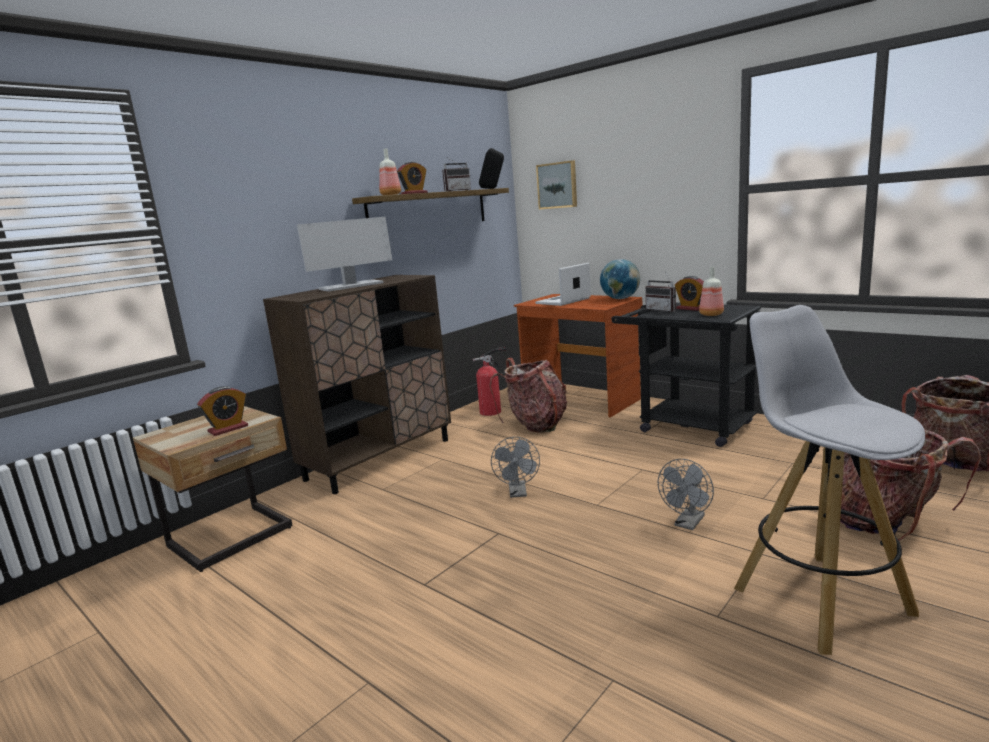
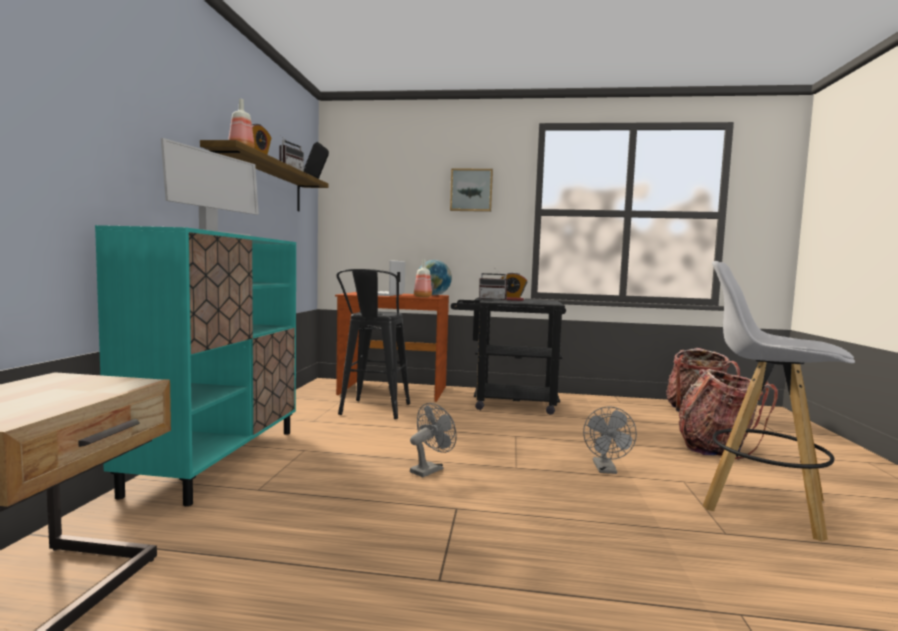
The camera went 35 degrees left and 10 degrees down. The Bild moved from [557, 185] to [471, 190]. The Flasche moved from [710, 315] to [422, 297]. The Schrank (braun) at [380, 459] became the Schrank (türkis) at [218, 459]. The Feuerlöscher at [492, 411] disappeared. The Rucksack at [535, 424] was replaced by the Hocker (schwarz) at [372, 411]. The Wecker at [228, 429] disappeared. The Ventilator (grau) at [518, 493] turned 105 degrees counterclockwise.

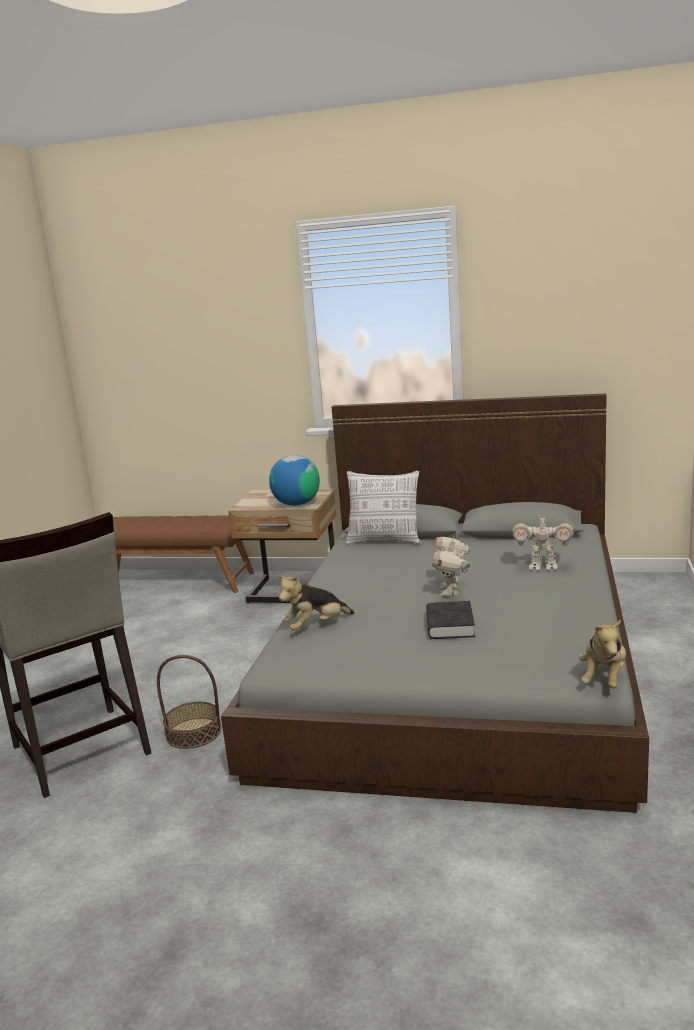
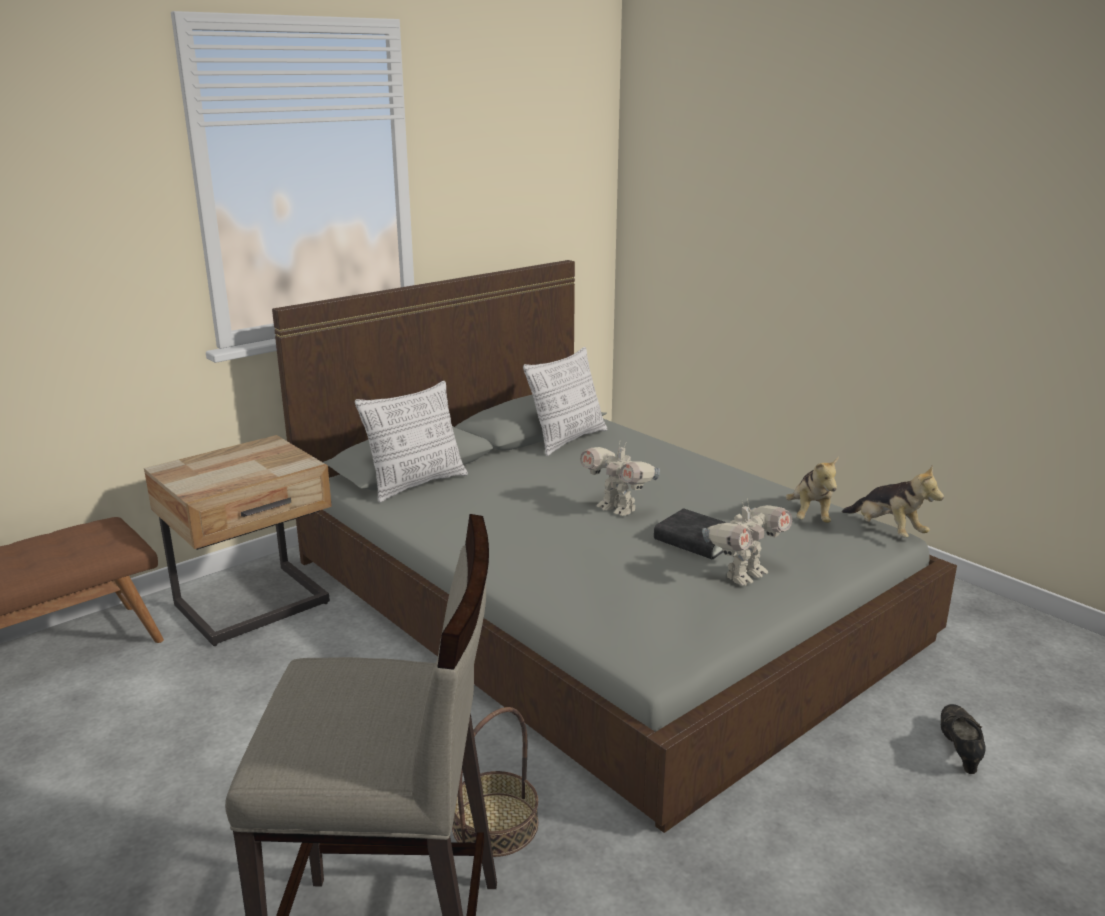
The camera went 55 degrees left and 5 degrees up. The Globus at [296, 504] disappeared. The Spielzeugroboter moved from [543, 567] to [743, 575]. The Plüschtier moved from [316, 626] to [810, 516]. The Kissen at [567, 440] appeared. The Schuh (schwarz) at [959, 749] appeared.

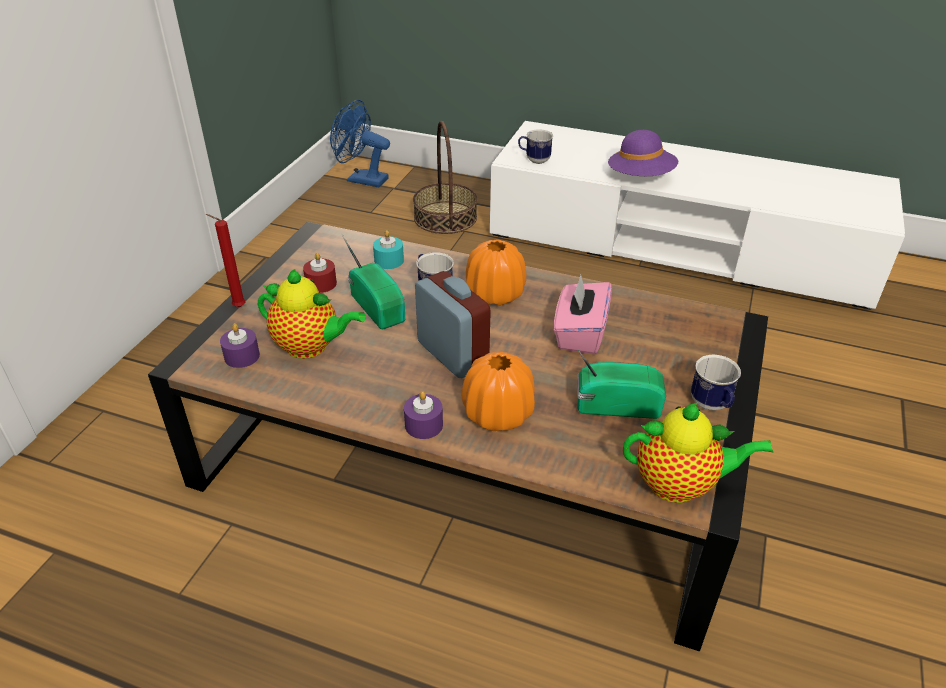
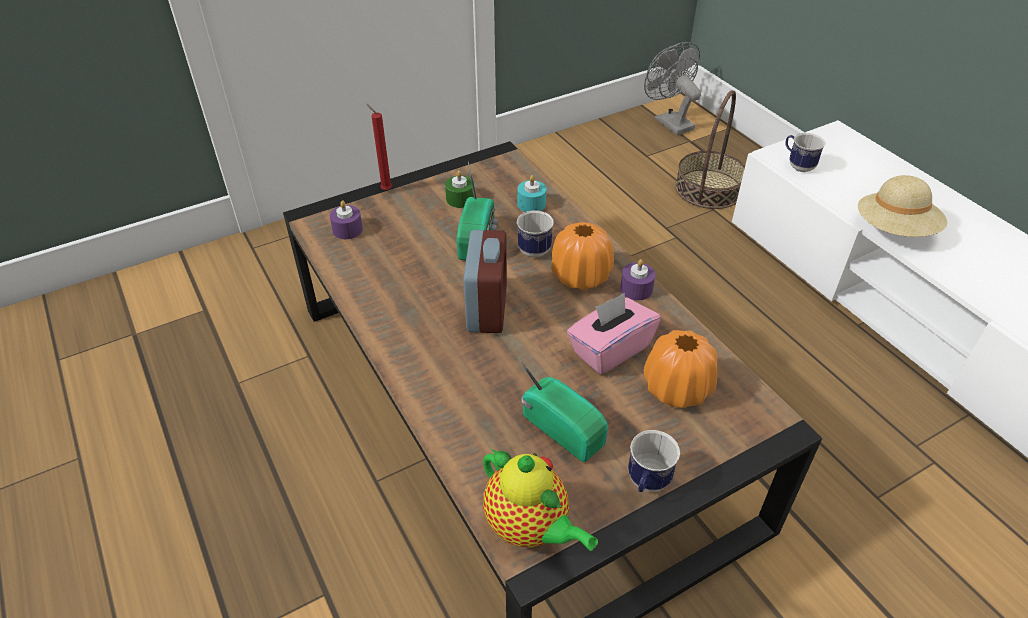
The camera went 40 degrees right and 5 degrees up. The Ventilator (blau) at [361, 179] became the Ventilator (grau) at [669, 121]. The Hut (lila) at [640, 177] became the Hut (beige) at [894, 230]. The Kerze (rot) at [321, 283] became the Kerze (grün) at [460, 199]. The Teekanne at [310, 347] disappeared. The Vase (orange) moved from [498, 414] to [677, 389]. The Kerze (lila) moved from [424, 425] to [636, 289].

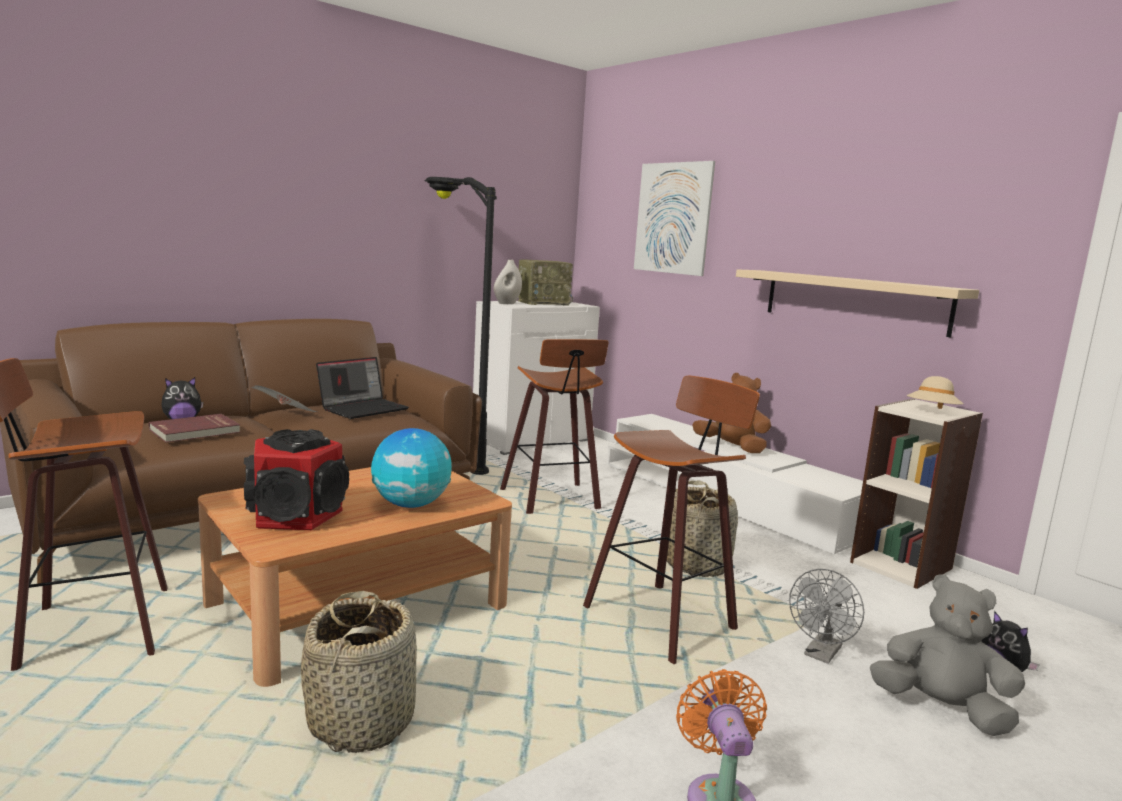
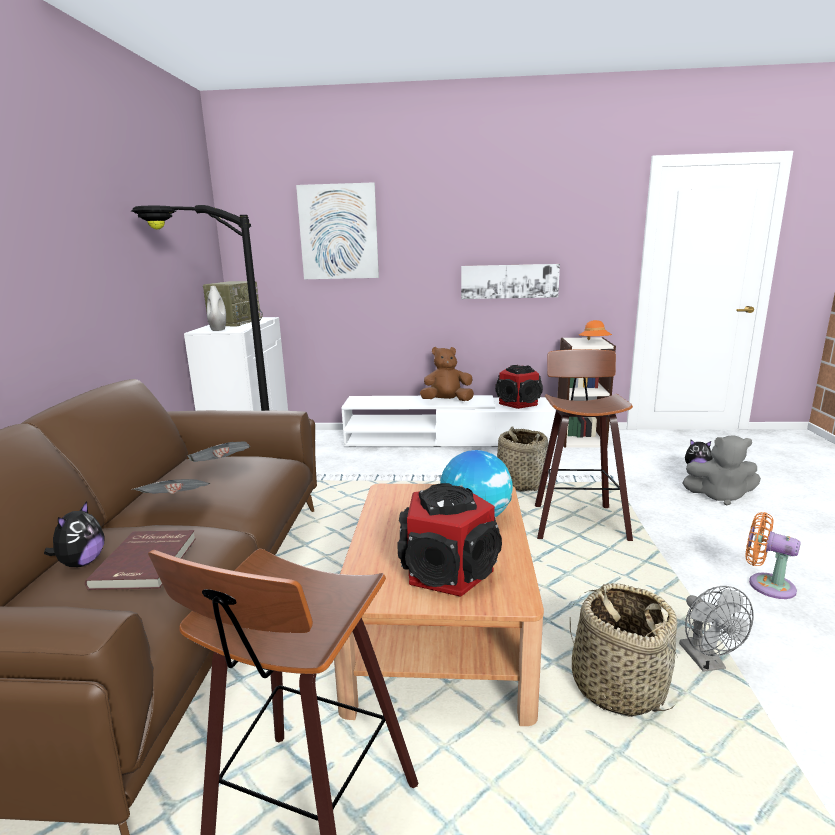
The camera went 45 degrees left and 5 degrees up. The Wandregal (beige) at [854, 301] was replaced by the Bild at [509, 281]. The Hocker at [553, 500] disappeared. The Laptop at [363, 408] was replaced by the Zeitung at [221, 467]. The Hut (beige) at [932, 412] became the Hut (orange) at [594, 342]. The Ventilator (grau) moved from [821, 654] to [706, 662]. The Plüschtier (grau) at [941, 709] turned 150 degrees counterclockwise. The Lautsprecher at [518, 403] appeared.

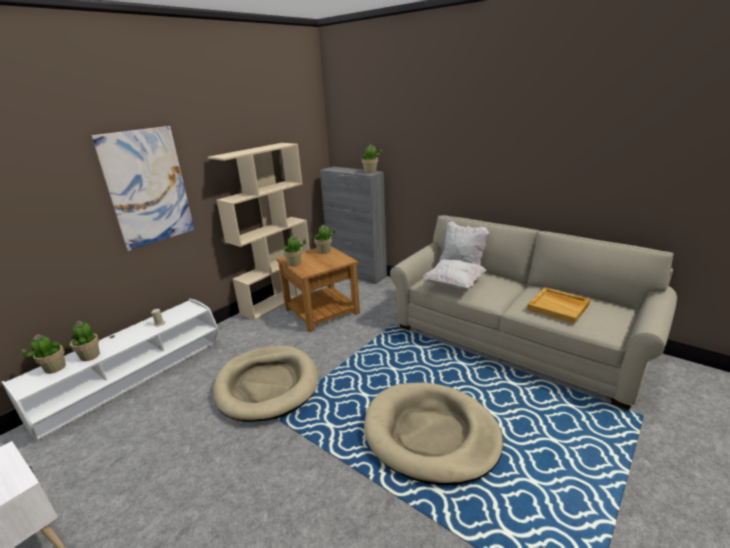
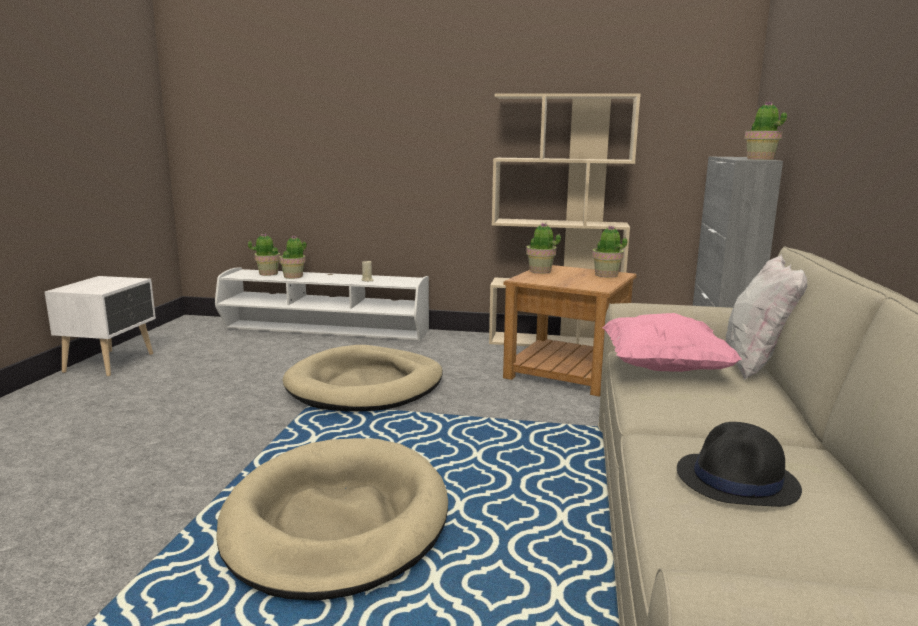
The camera went 60 degrees right and 10 degrees down. The Bild at [148, 188] disappeared. The Kissen (weiß) at [454, 284] became the Kissen (rosa) at [663, 369]. The Tablett (beige) at [558, 307] was replaced by the Hut (schwarz) at [737, 481].

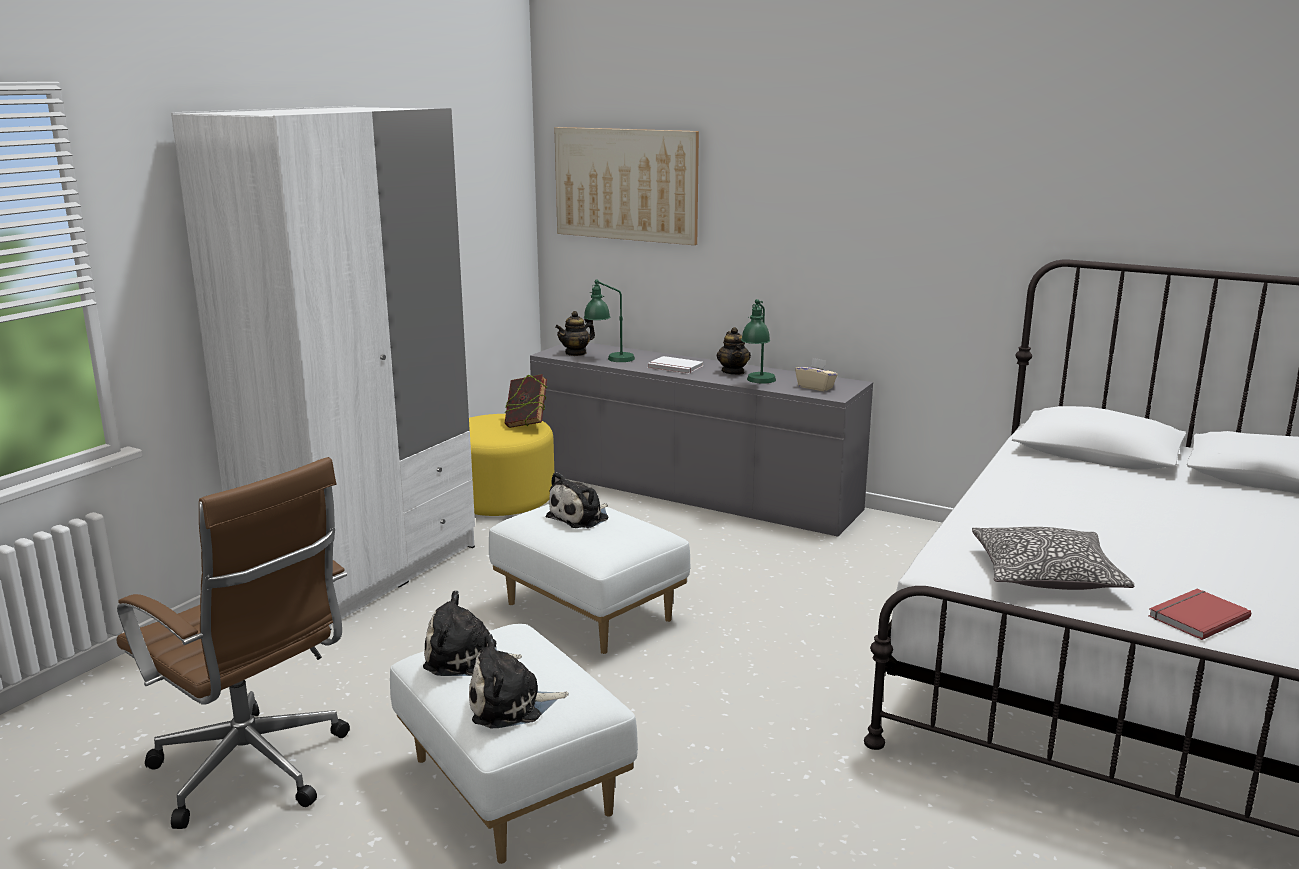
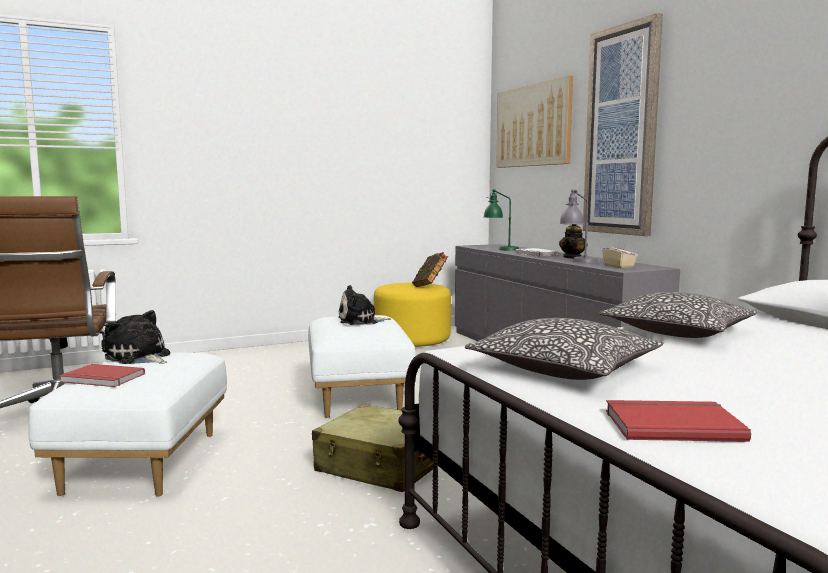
The camera went 35 degrees right and 10 degrees down. The Kleiderschrank (weiß) at [363, 572] disappeared. The Tischlampe (grün) at [758, 382] became the Tischlampe (grau) at [578, 262]. The Teekanne at [576, 353] disappeared. The Plüschtier at [511, 705] was replaced by the Buch (rot) at [101, 379]. The Bild at [622, 131] appeared. The Kissen at [677, 332] appeared. The Koffer (beige) at [382, 466] appeared.

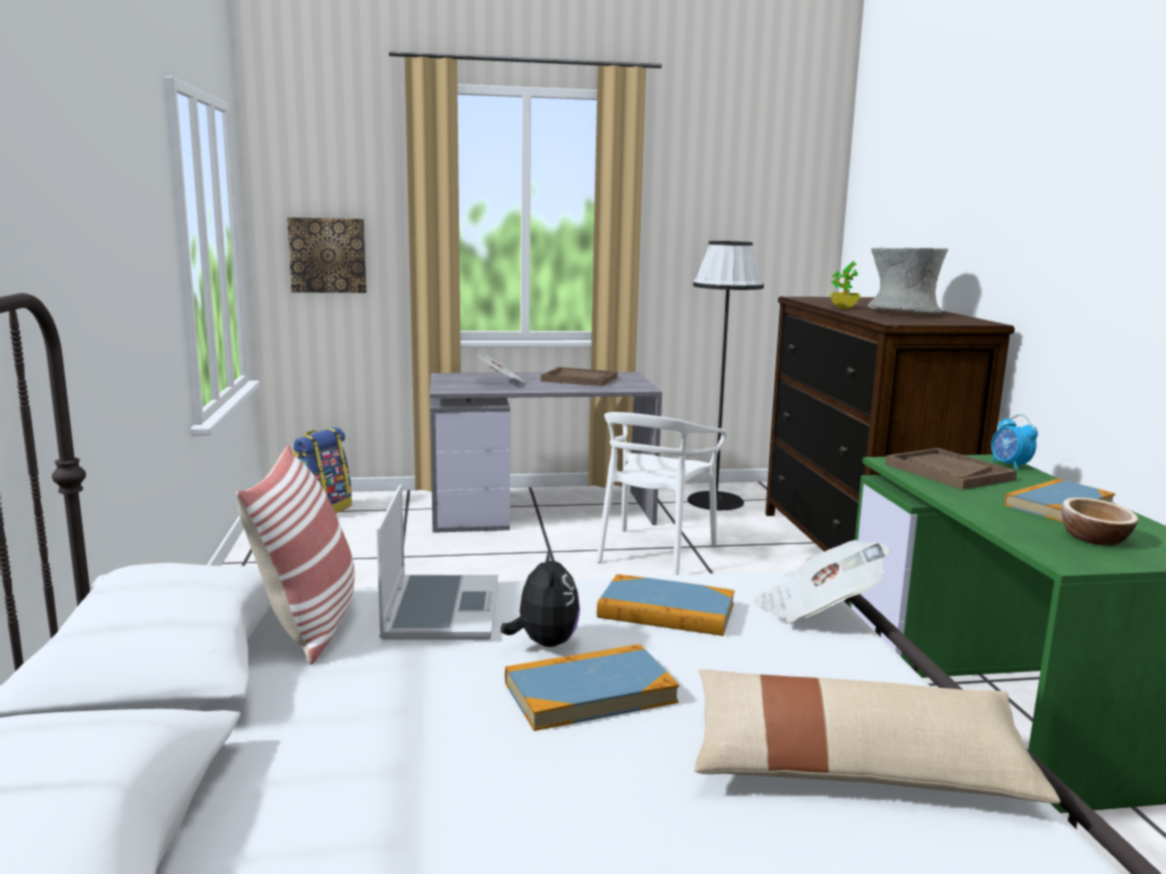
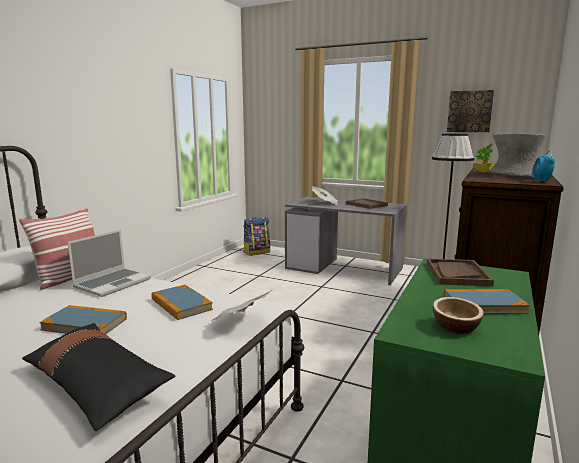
The camera went 35 degrees right and 0 degrees up. The Bild moved from [327, 255] to [469, 111]. The Stuhl (weiß) at [653, 552] disappeared. The Wecker moved from [1010, 466] to [540, 181]. The Plüschtier at [544, 643] disappeared. The Kissen (beige) at [856, 765] became the Kissen (schwarz) at [96, 385].

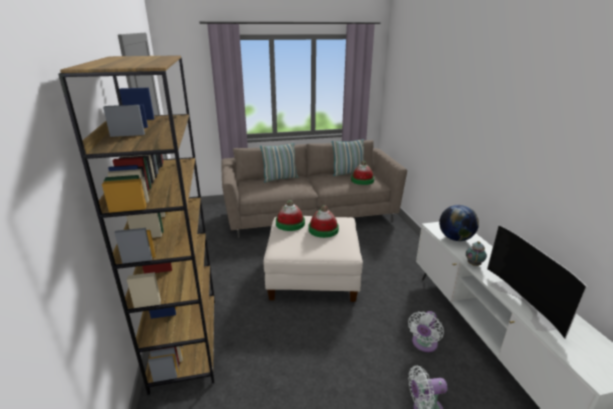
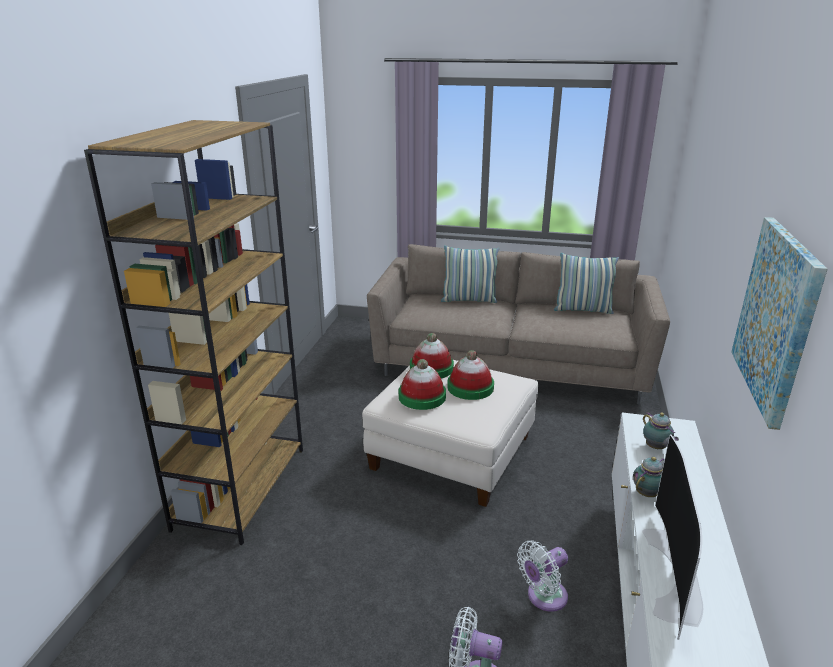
The camera went 25 degrees right and 0 degrees up. The Hut moved from [362, 180] to [422, 396]. The Globus at [455, 238] was replaced by the Teekanne at [656, 448]. The Bild at [777, 317] appeared.

